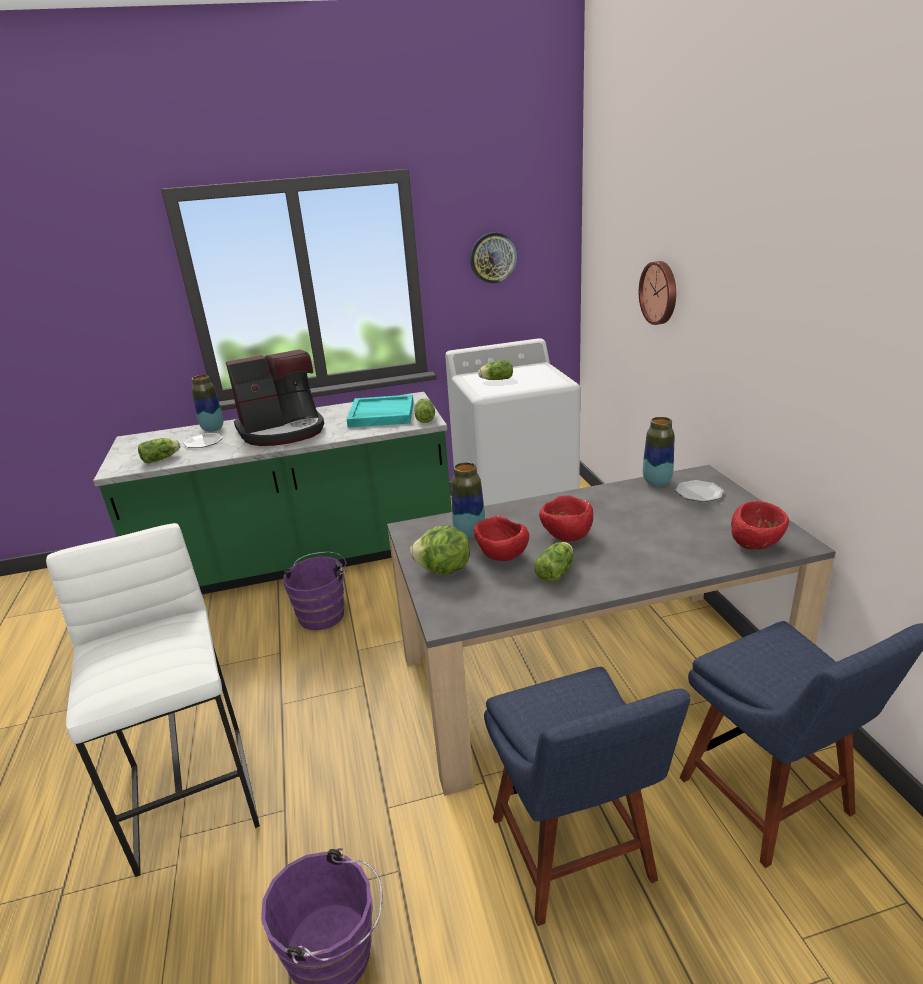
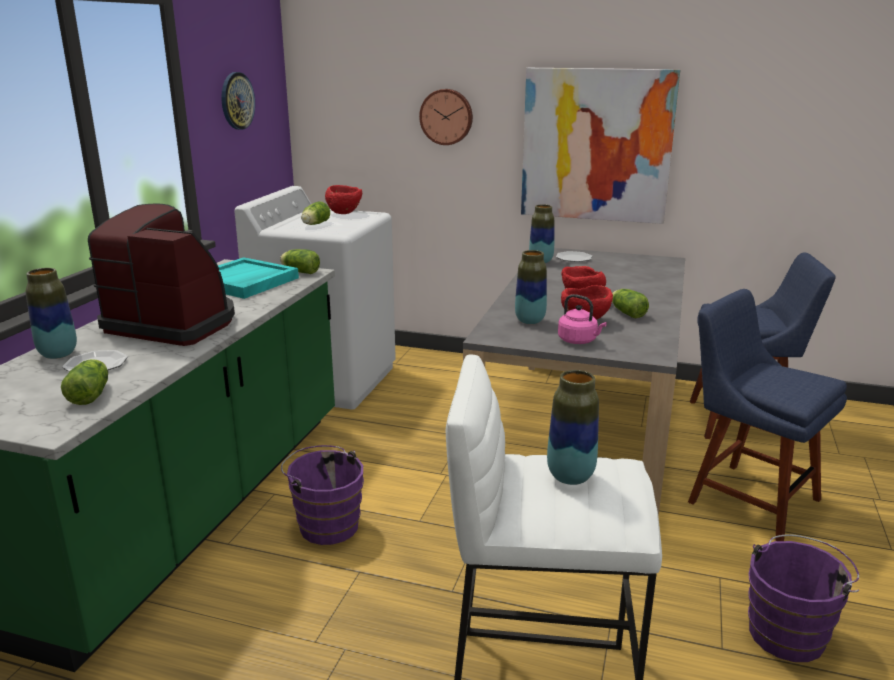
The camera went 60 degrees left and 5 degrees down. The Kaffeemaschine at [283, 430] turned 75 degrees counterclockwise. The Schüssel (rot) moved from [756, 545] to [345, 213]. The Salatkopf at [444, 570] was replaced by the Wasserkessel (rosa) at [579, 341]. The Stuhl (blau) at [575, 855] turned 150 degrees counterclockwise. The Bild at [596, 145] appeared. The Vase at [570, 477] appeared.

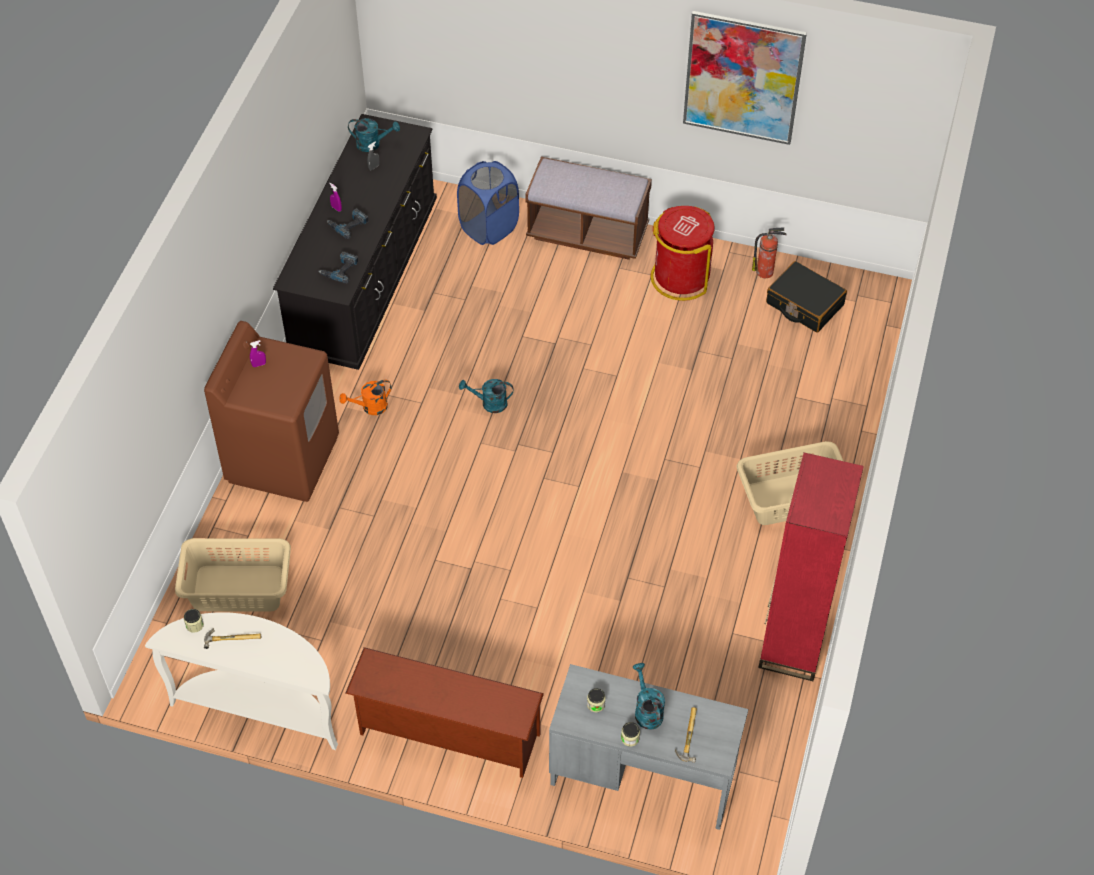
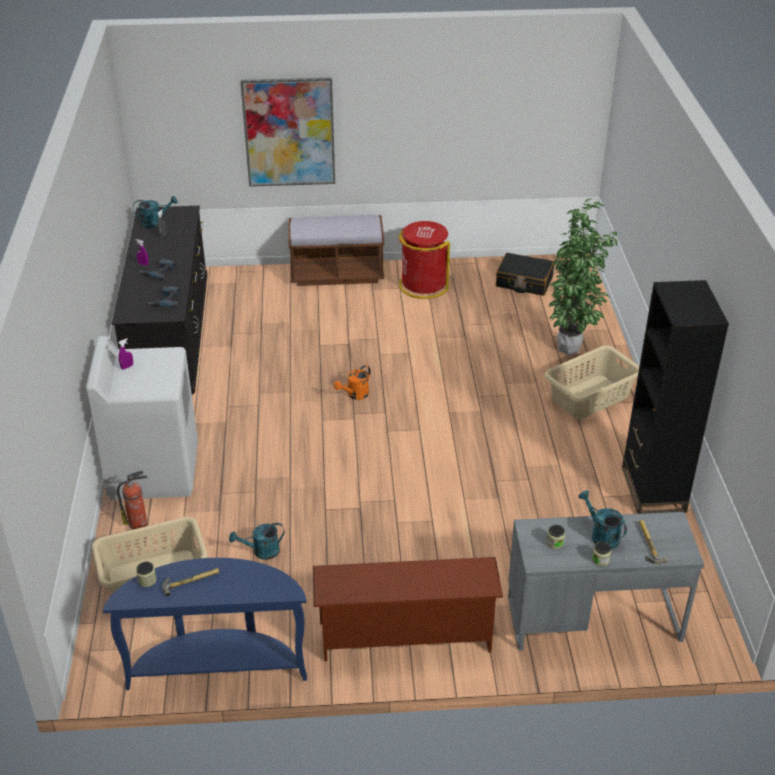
The camera went 20 degrees left and 15 degrees down. The Bild moved from [743, 78] to [289, 132]. The Wäschekorb (blau) at [489, 228] disappeared. The Feuerlöscher moved from [765, 272] to [139, 523]. The Waschmaschine (braun) at [283, 458] became the Waschmaschine (weiß) at [154, 470]. The Gießkanne (türkis) moved from [489, 404] to [261, 552]. The Gießkanne (orange) moved from [370, 407] to [355, 395]. The Bücherregal (rot) at [793, 641] became the Bücherregal (schwarz) at [653, 489]. The Konsolentisch (weiß) at [261, 707] became the Konsolentisch (blau) at [218, 665]. The Topfpflanze at [571, 350] appeared.

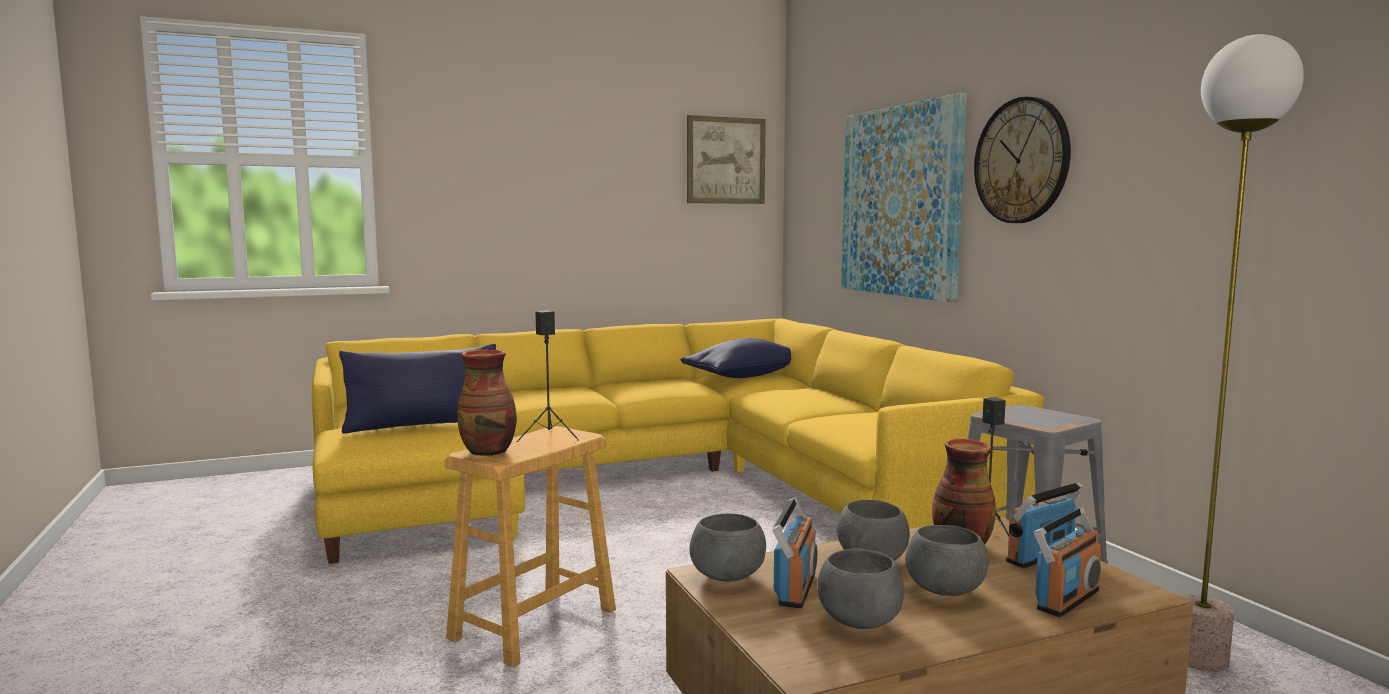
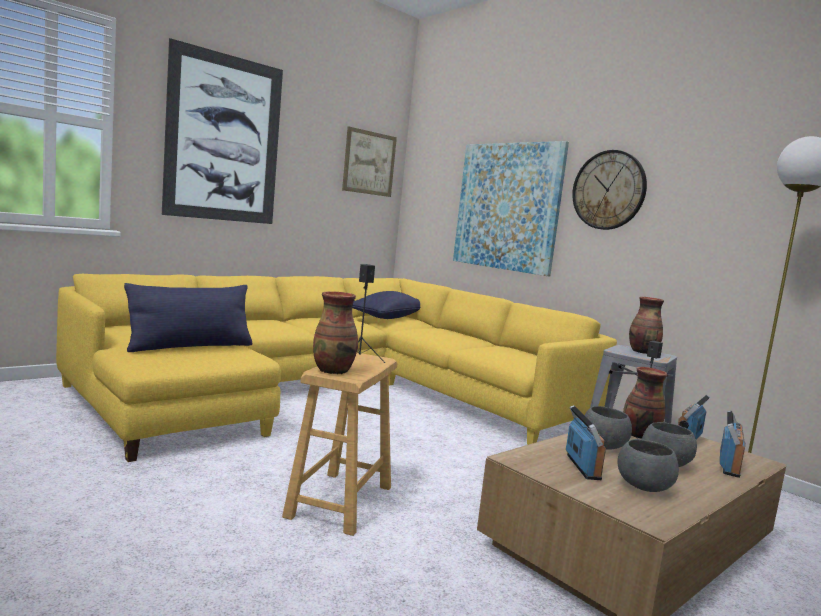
The camera went 20 degrees left and 0 degrees up. The Schüssel (grau) at [728, 578] disappeared. The Bild at [224, 139] appeared. The Vase at [643, 352] appeared.

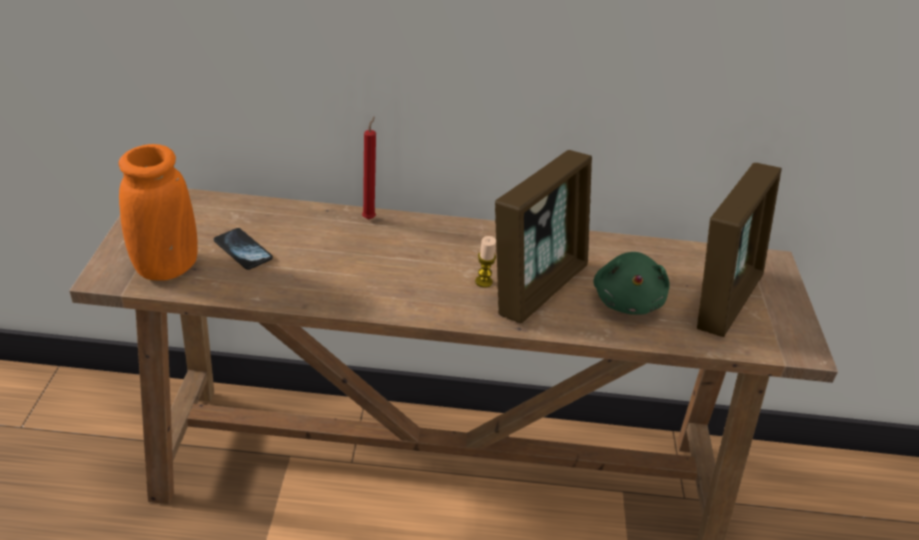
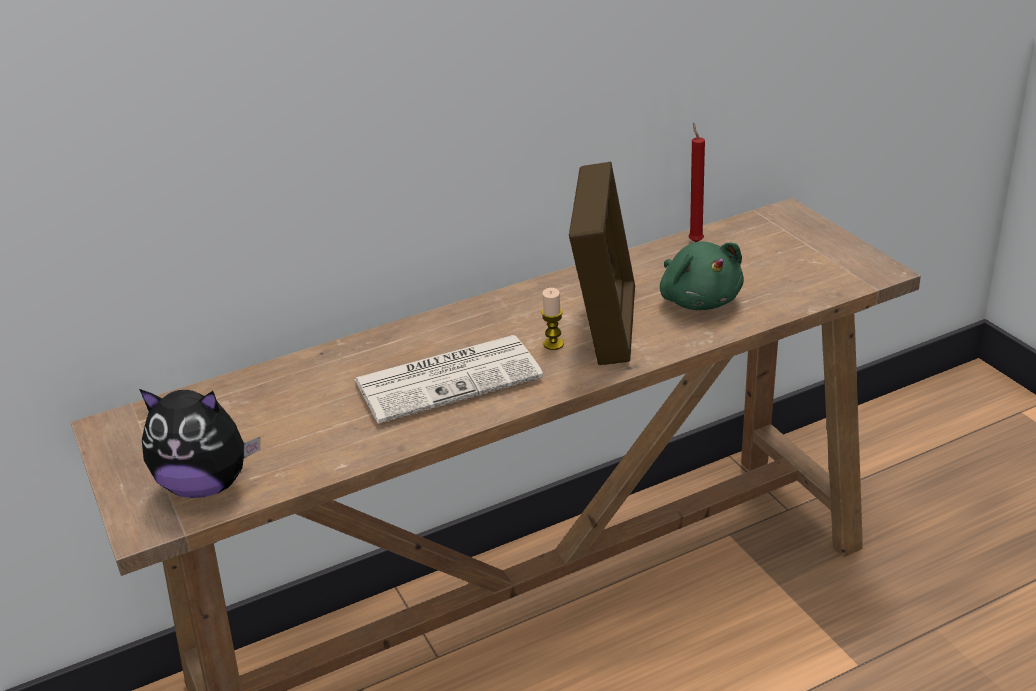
The camera went 25 degrees left and 5 degrees down. The Kerze (rot) moved from [369, 218] to [695, 241]. The Vase (orange) at [167, 268] was replaced by the Plüschtier at [206, 485]. The Bilderrahmen at [721, 298] disappeared. The Handy at [243, 250] disappeared. The Zeitung at [450, 378] appeared.

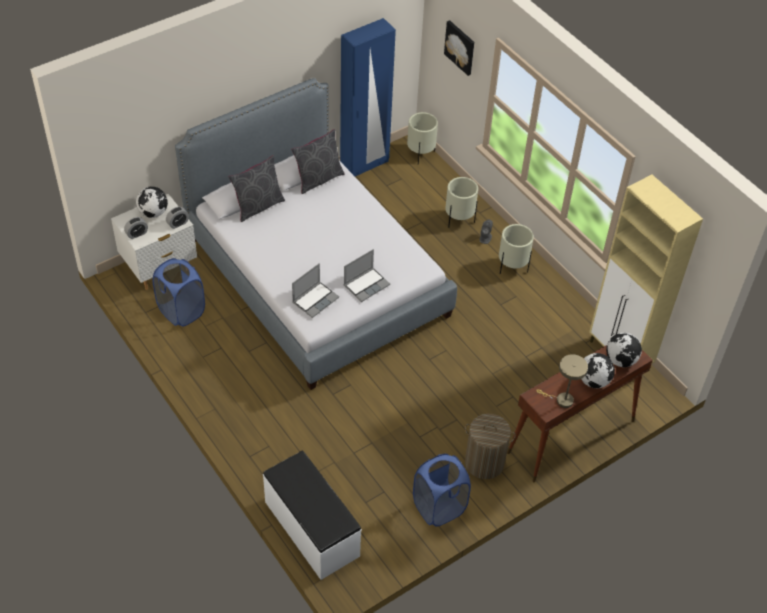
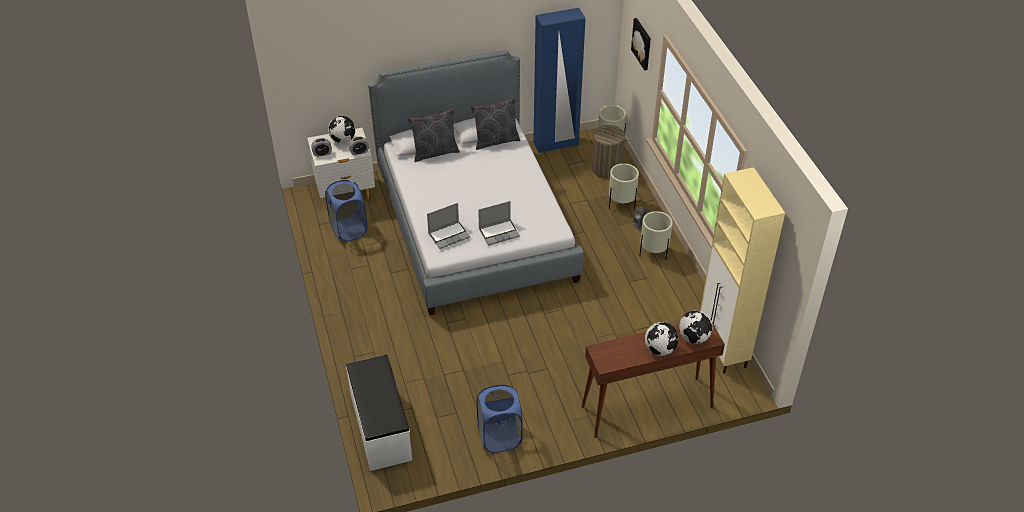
The camera went 20 degrees right and 5 degrees down. The Tischlampe (beige) at [561, 400] disappeared. The Wäschekorb moved from [484, 462] to [606, 169].

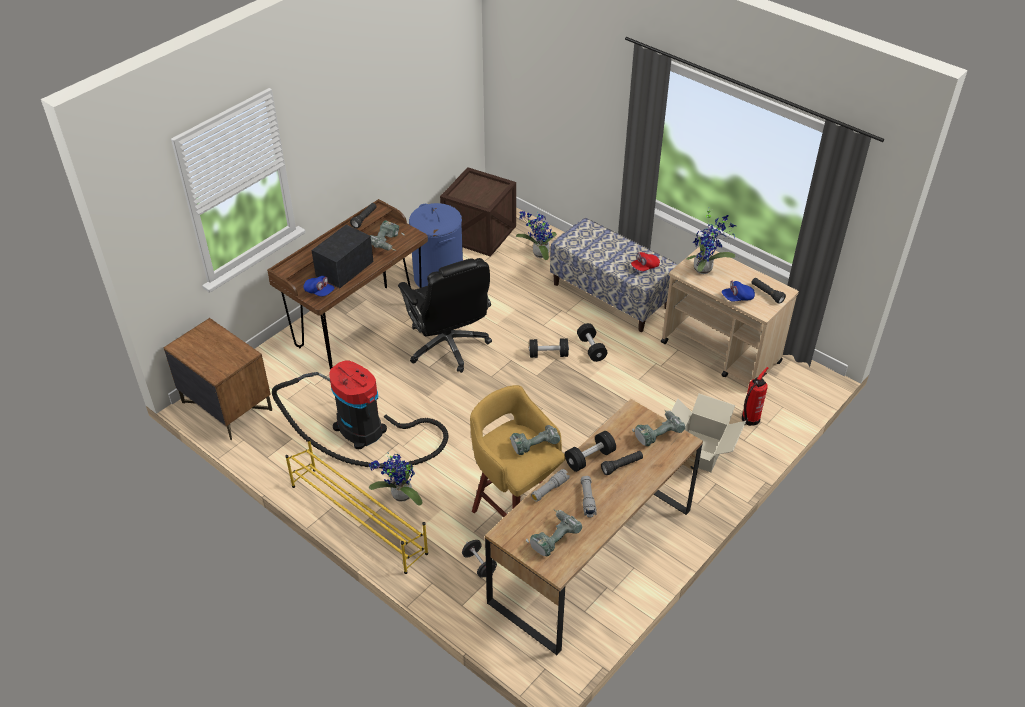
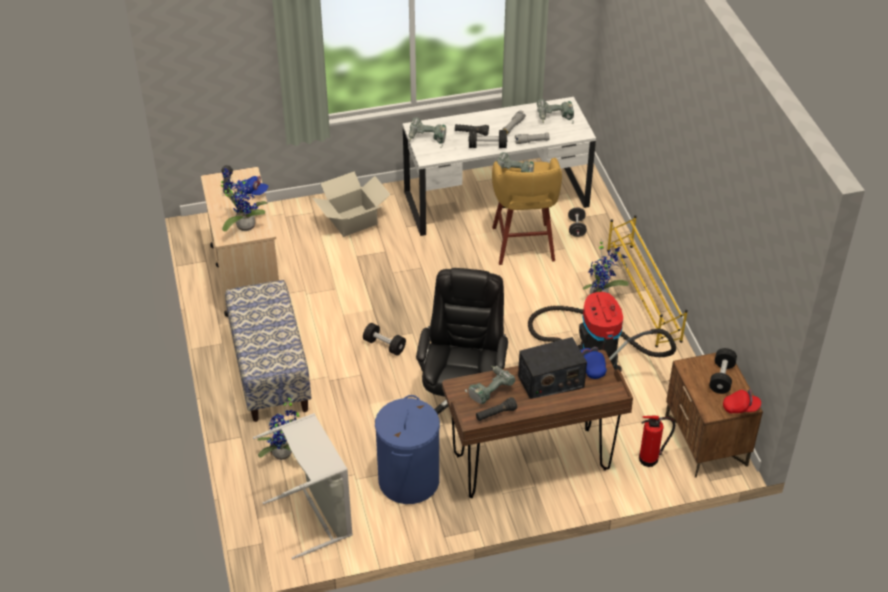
The camera went 145 degrees left and 0 degrees up. The Kiste at [479, 233] was replaced by the Wäschekorb (grau) at [316, 515]. The Kappe (rot) moved from [644, 267] to [740, 408]. The Hantel (schwarz) moved from [591, 348] to [721, 377]. The Feuerlöscher moved from [749, 420] to [650, 459]. The Schreibtisch (braun) at [591, 555] became the Schreibtisch (weiß) at [496, 199].

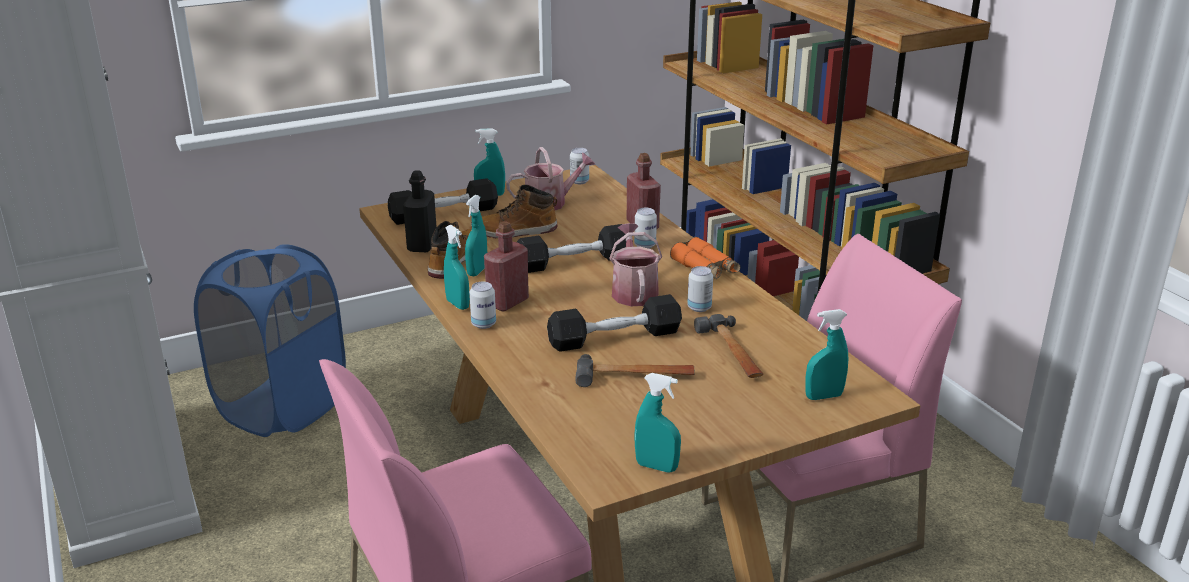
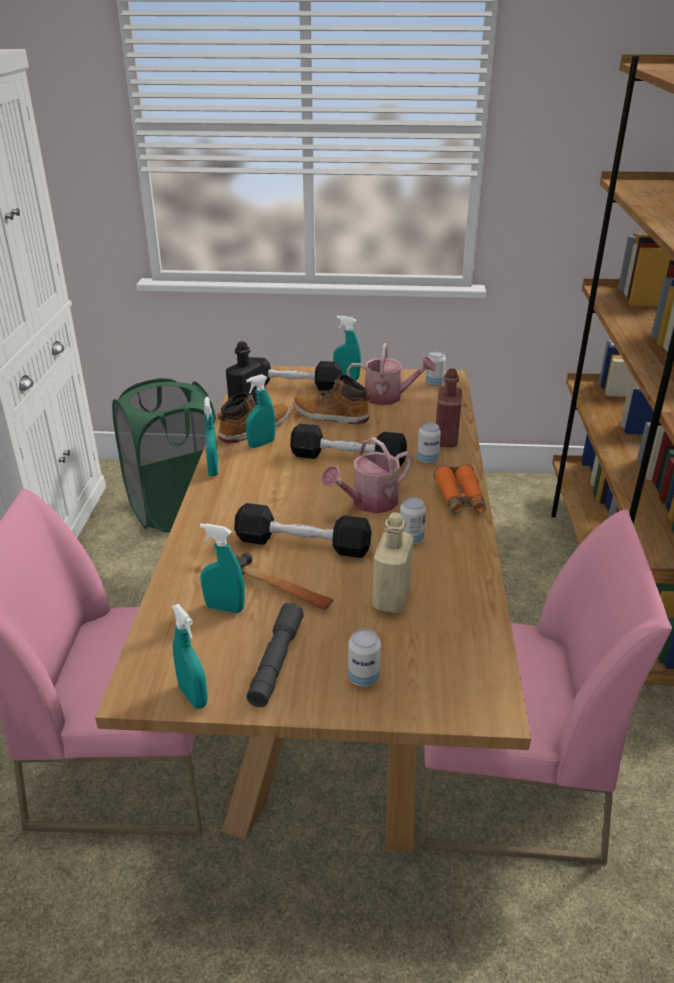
The camera went 30 degrees right and 5 degrees up. The Flasche (rot) at [507, 302] disappeared. The Gießkanne at [633, 291] turned 150 degrees counterclockwise. The Wäschekorb (blau) at [282, 407] became the Wäschekorb (grün) at [176, 509]. The Dose moved from [483, 324] to [363, 678]. The Sprühflasche (türkis) moved from [823, 396] to [224, 608]. The Hammer at [731, 353] was replaced by the Flasche (beige) at [391, 598]. The Taschenlampe (grau) at [276, 661] appeared.

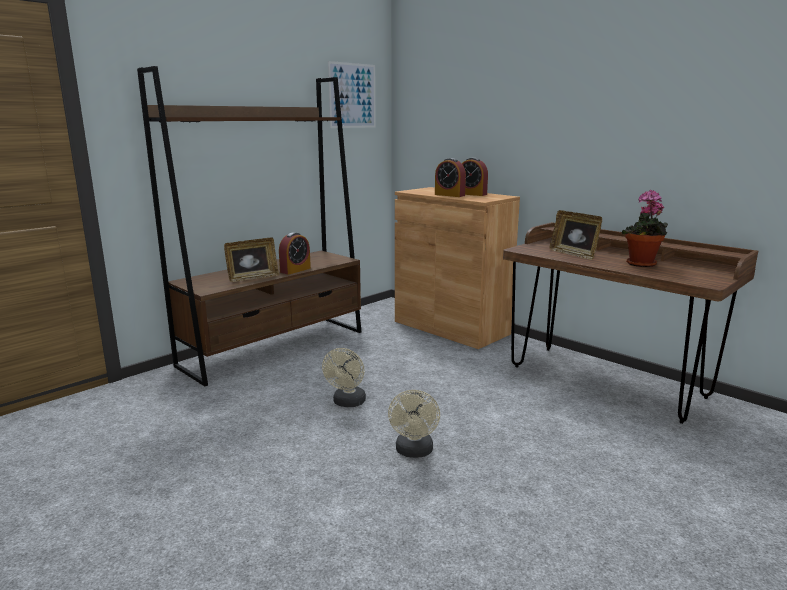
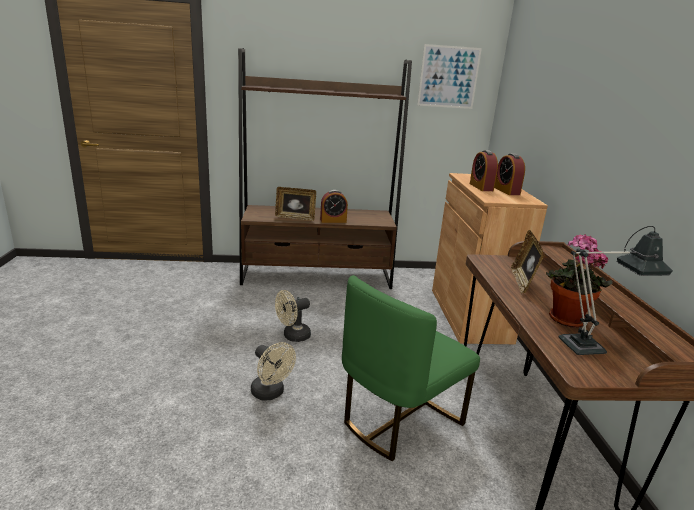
The camera went 40 degrees right and 5 degrees up. The Ventilator (beige) at [414, 452] turned 90 degrees counterclockwise. The Tischlampe at [590, 346] appeared. The Stuhl (grün) at [398, 419] appeared.

